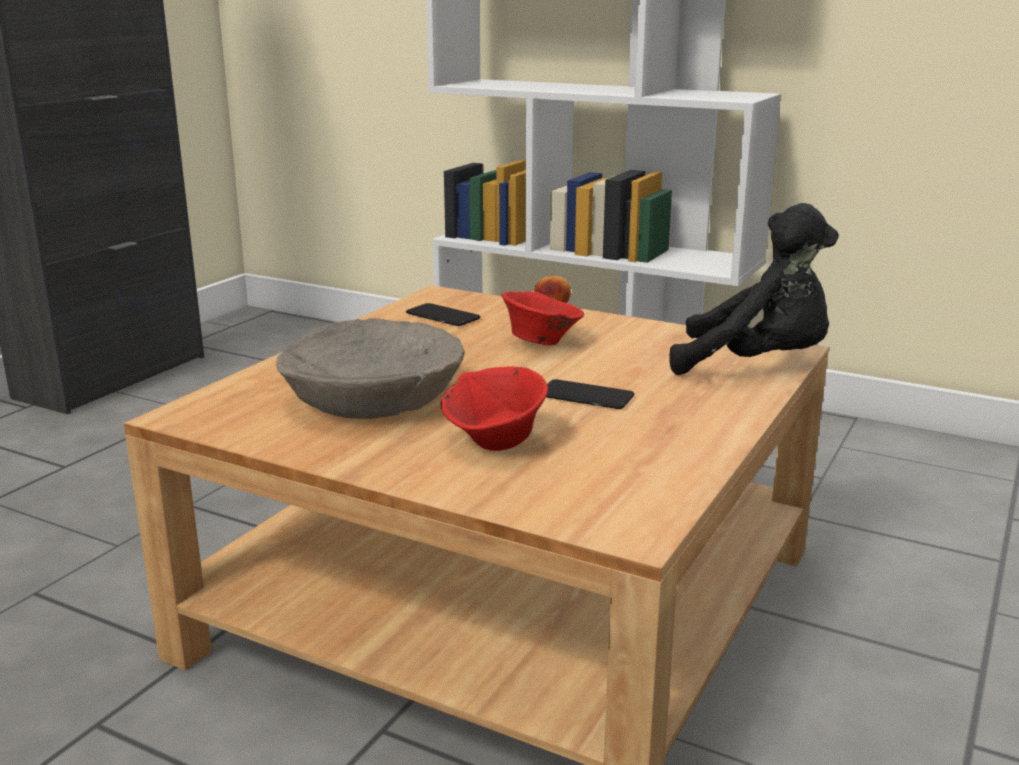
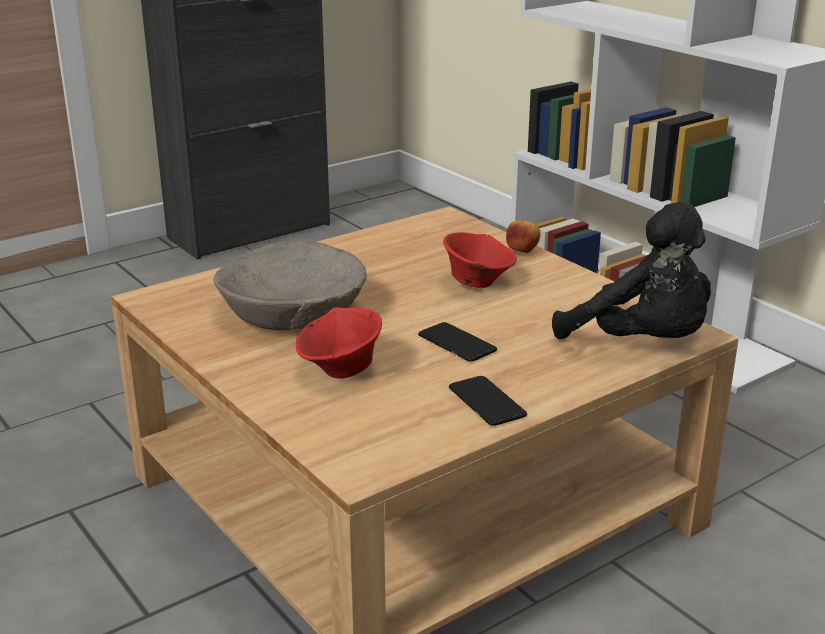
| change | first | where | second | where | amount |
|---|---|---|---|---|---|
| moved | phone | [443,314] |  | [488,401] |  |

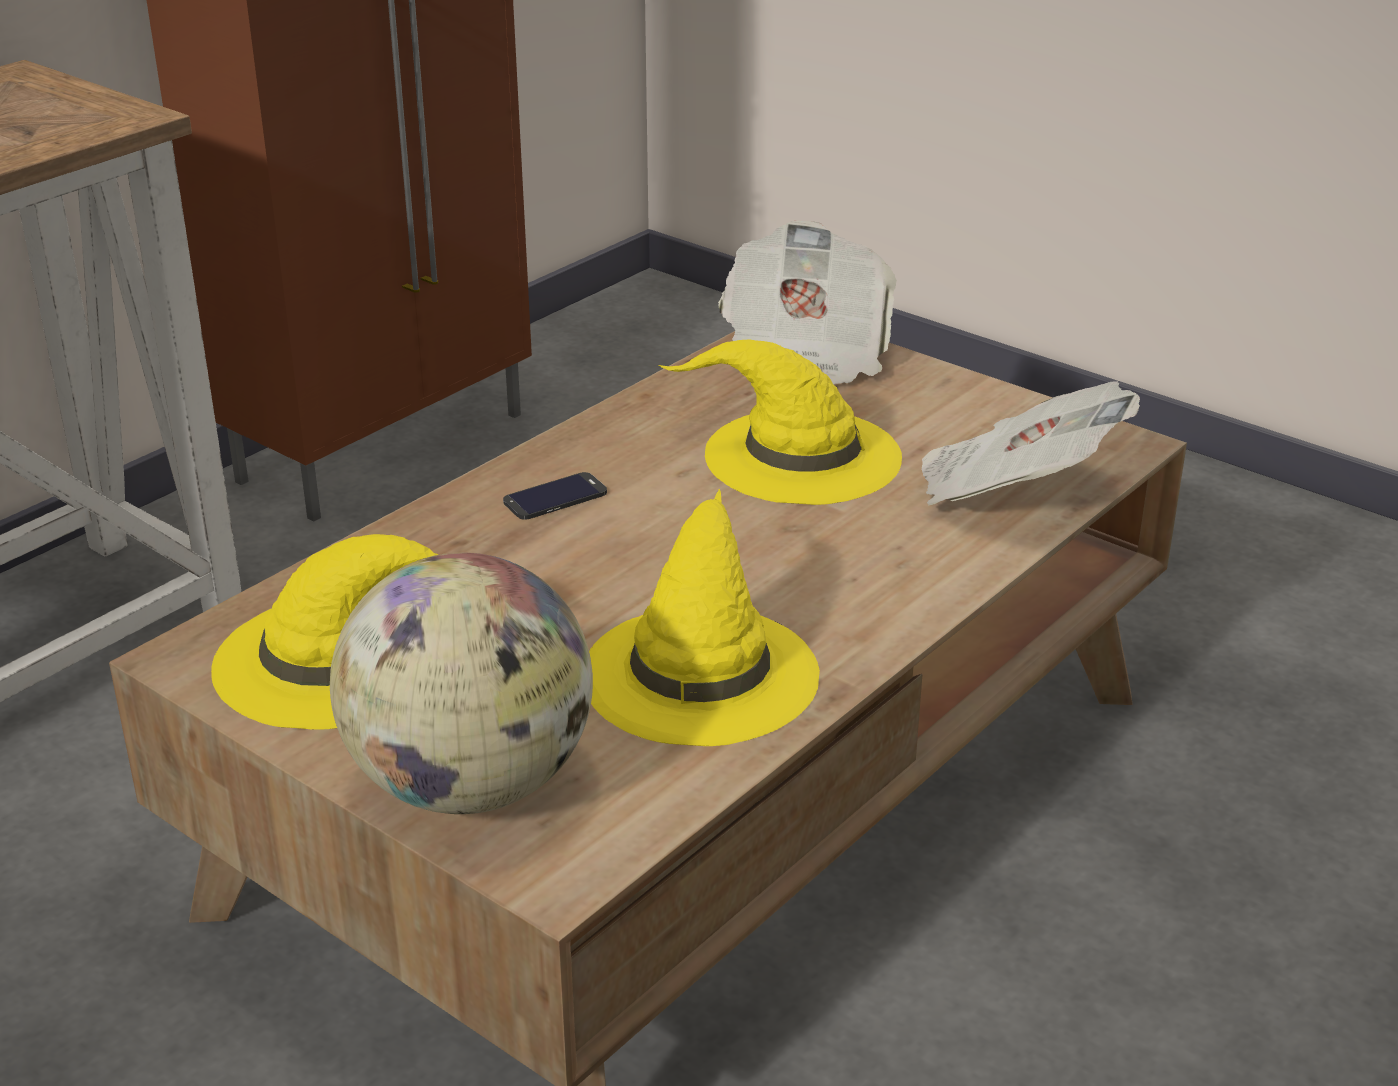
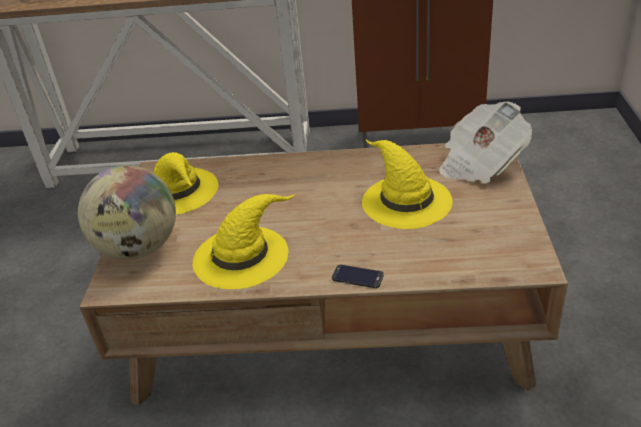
| change | first | where | second | where | amount |
|---|---|---|---|---|---|
| removed | newspaper | [1031,443] |  |  |  |
| moved | phone | [555,496] |  | [358,276] |  |

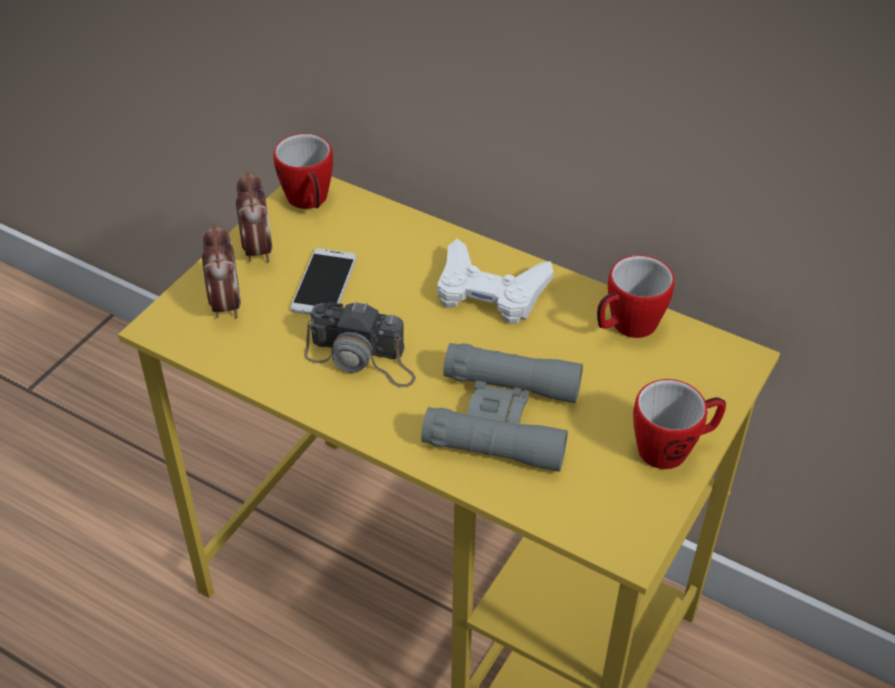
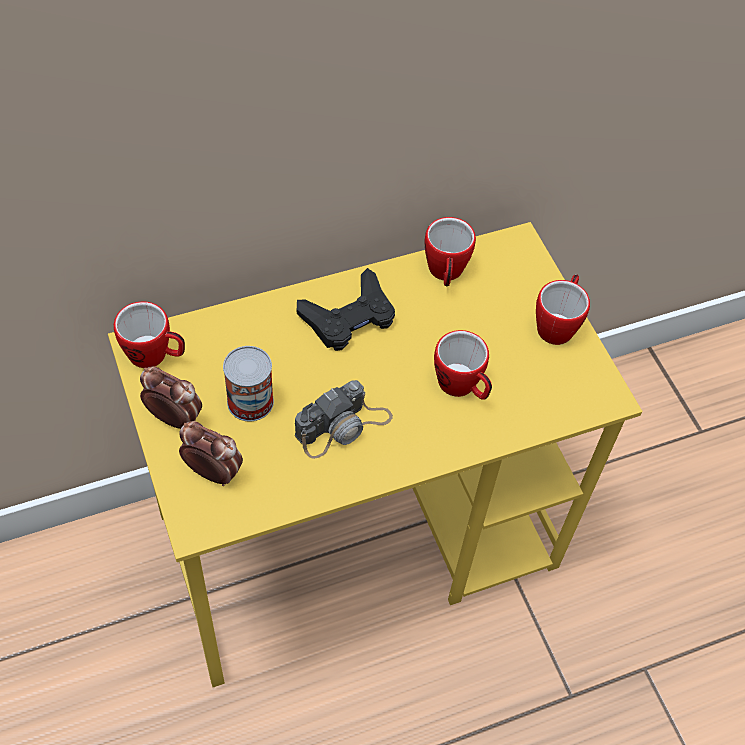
| change | first | where | second | where | amount |
|---|---|---|---|---|---|
| recoloured | white_game_controller | [496,281] | black_game_controller | [346,309] |  |
| replaced | phone | [323,281] | can | [248,384] |  |
| replaced | grey_binoculars | [502,407] | mug | [463,365] |  |

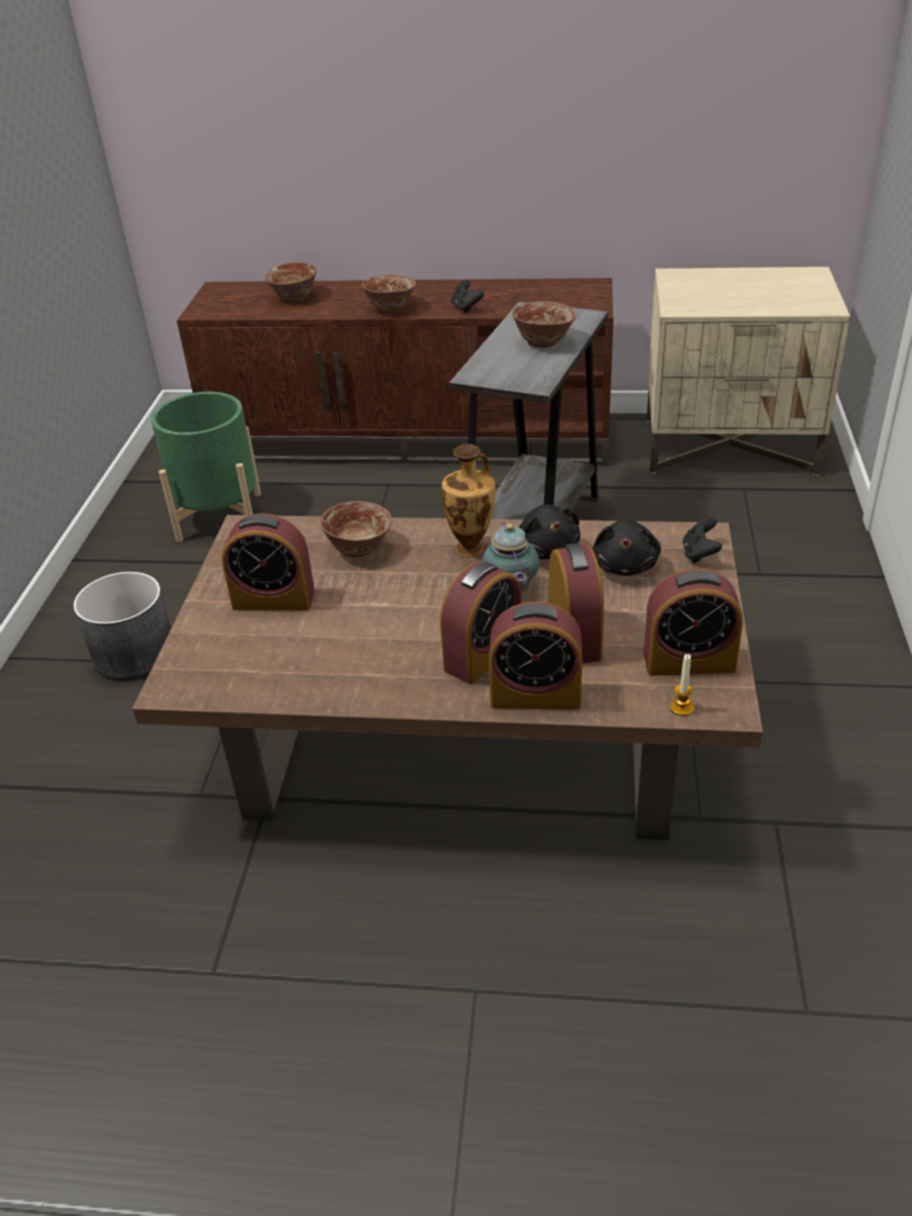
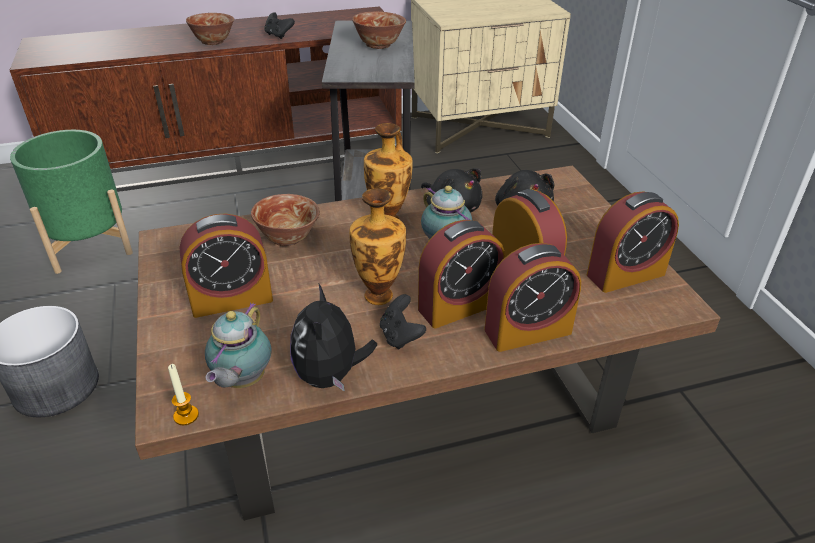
| change | first | where | second | where | amount |
|---|---|---|---|---|---|
| removed | bowl | [290,282] |  |  |  |
| moved | black_game_controller | [702,540] |  | [403,322] |  |
| turned | alarm_clock | [481,623] |  | [461,274] | 45 degrees clockwise |
| moved | candle | [682,685] |  | [183,394] |  |
| added |  |  | vase | [377,246] |  |
| added |  |  | plush_toy | [333,337] |  |
| added |  |  | teapot | [238,345] |  |

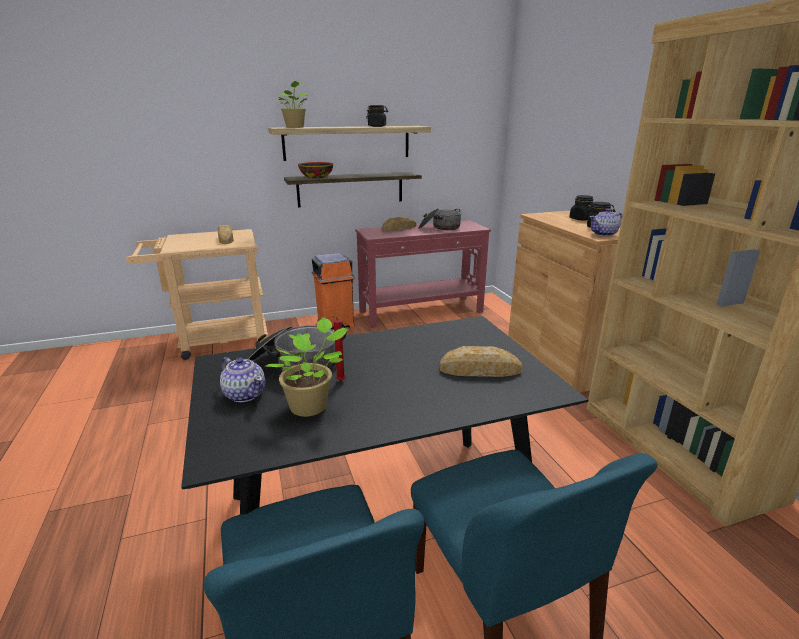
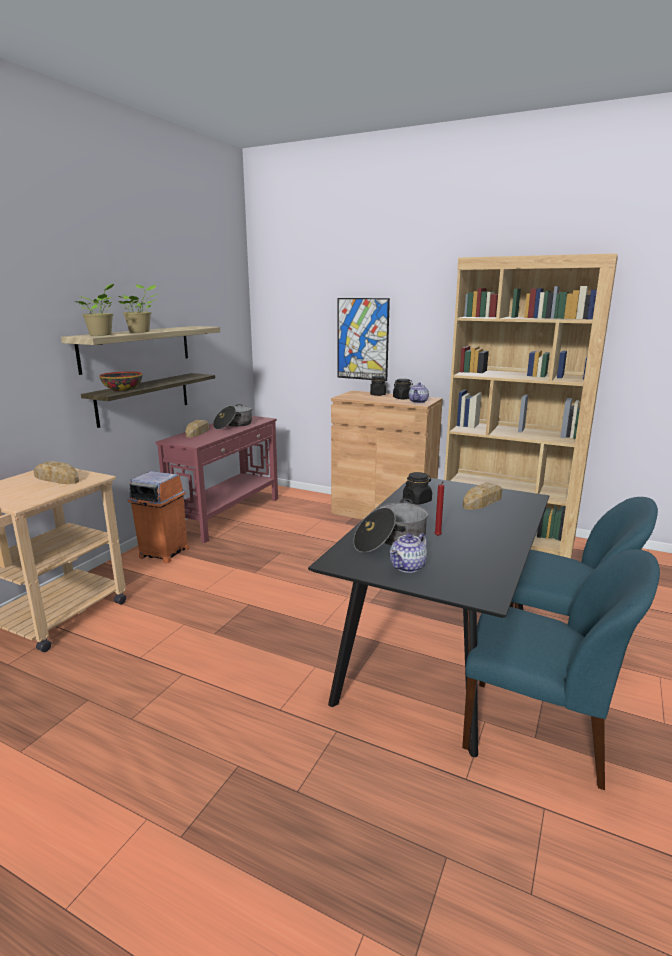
| change | first | where | second | where | amount |
|---|---|---|---|---|---|
| moved | black_jar | [377,116] |  | [417,488] |  |
| moved | potted_plant | [306,367] |  | [138,308] |  |
| turned | teapot | [242,379] |  | [408,553] | 135 degrees clockwise |
| added |  |  | picture | [363,339] |  |

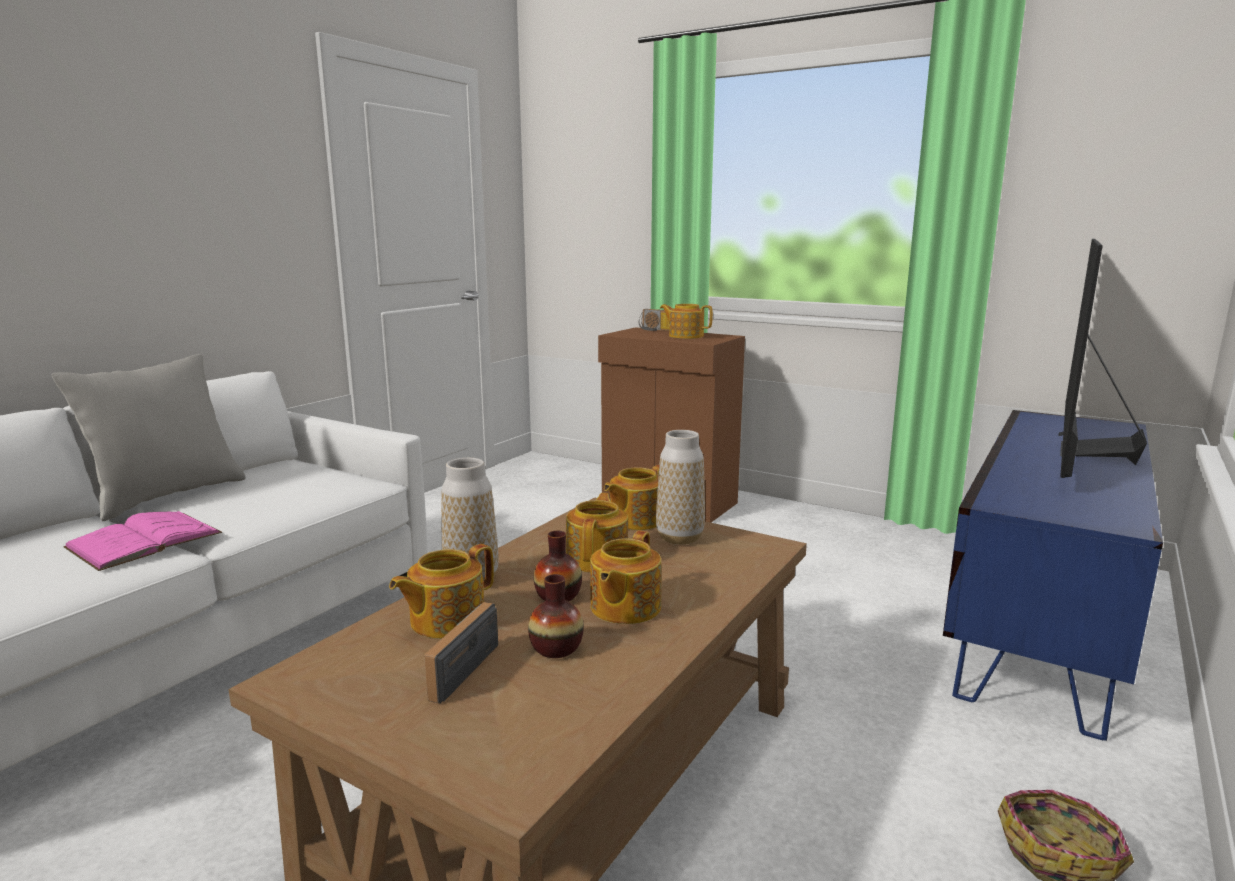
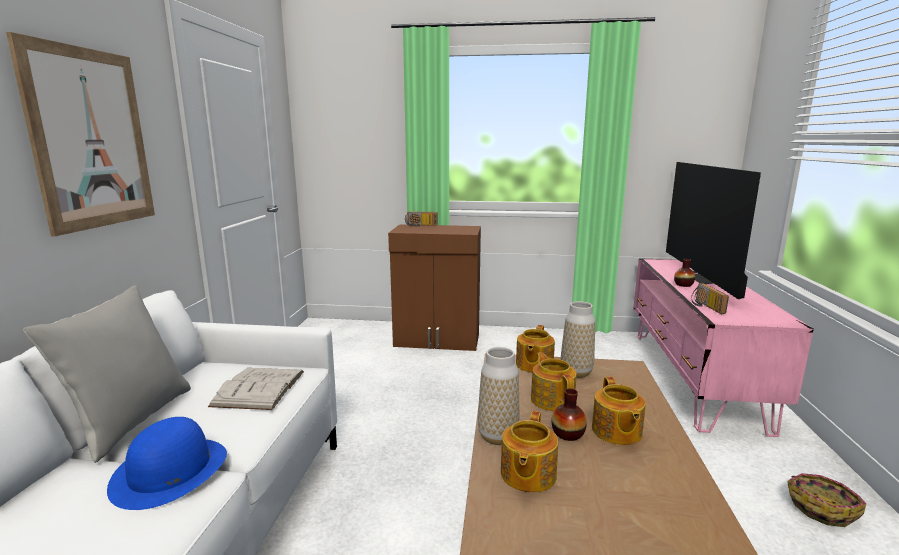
| change | first | where | second | where | amount |
|---|---|---|---|---|---|
| removed | teapot | [686,321] |  |  |  |
| recoloured | blue_tv_stand | [1053,575] | pink_tv_stand | [723,347] |  |
| replaced | pink_book | [142,541] | blue_hat | [167,463] |  |
| moved | vase | [556,616] |  | [684,273] |  |
| moved | radio | [461,653] |  | [710,298] |  |
| added |  |  | picture | [80,134] |  |
| added |  |  | white_book | [256,389] |  |

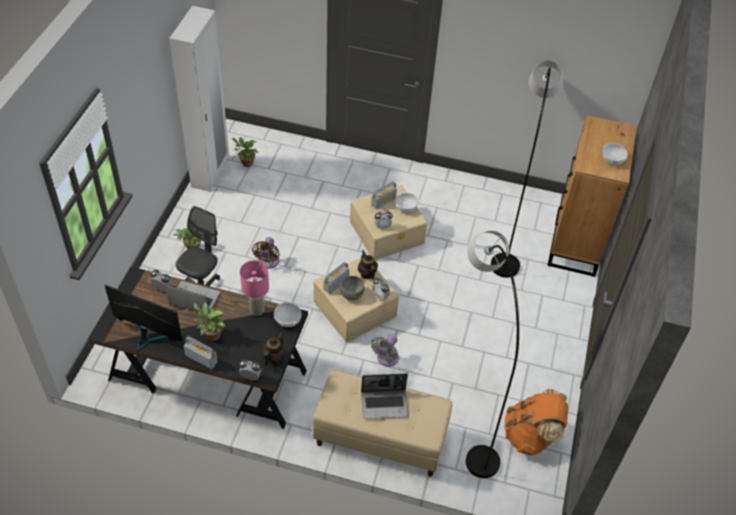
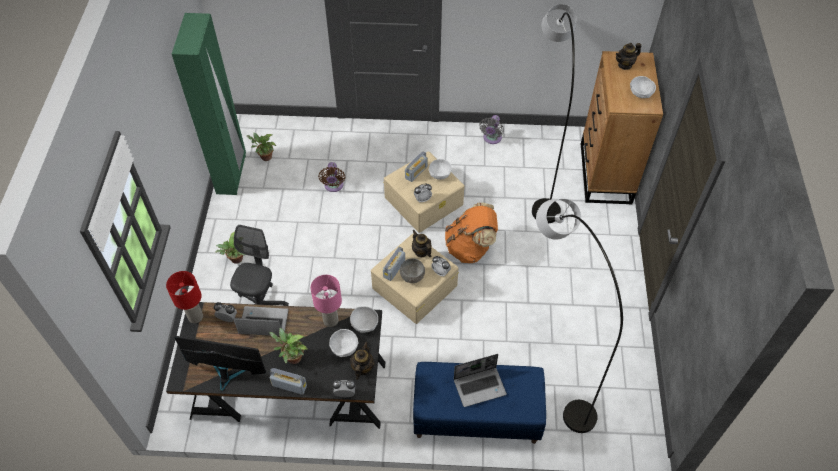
| change | first | where | second | where | amount |
|---|---|---|---|---|---|
| recoloured | white_wardrobe | [199,99] | green_wardrobe | [209,104] |  |
| moved | brown_fan | [266,253] |  | [331,177] |  |
| moved | grey_fan | [385,350] |  | [492,129] |  |
| recoloured | beige_bench | [382,423] | blue_bench | [479,403] |  |
| moved | orange_backpack | [536,422] |  | [471,232] |  |
| added |  |  | teapot | [628,56] |  |
| added |  |  | red_table_lamp | [184,297] |  |
| added |  |  | white_bowl | [344,343] |  |

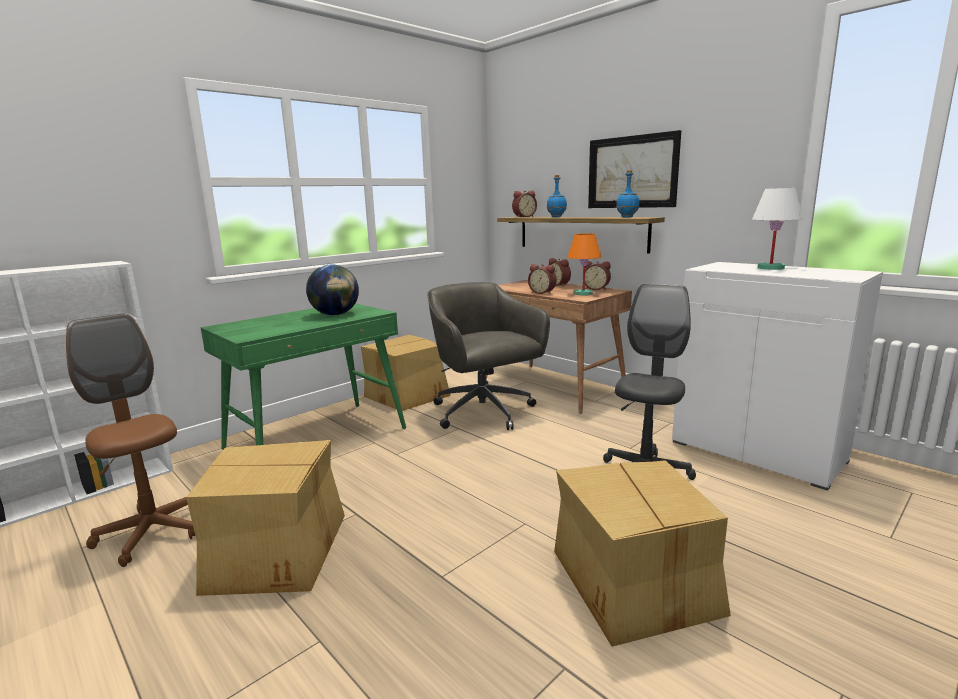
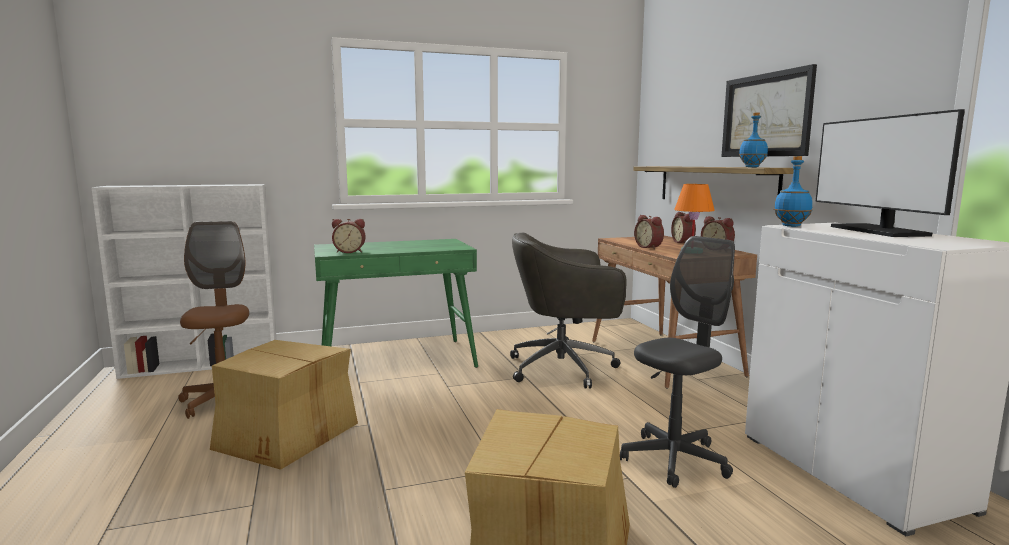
| change | first | where | second | where | amount |
|---|---|---|---|---|---|
| moved | blue_bottle | [557,196] |  | [793,191] |  |
| replaced | white_table_lamp | [777,229] | monitor | [890,173] |  |
| moved | alarm_clock | [524,204] |  | [349,236] |  |
| removed | globe | [332,290] |  |  |  |
| turned | grey_office_chair | [488,356] |  | [568,310] | 90 degrees counterclockwise |
| removed | cardboard_box | [406,372] |  |  |  |

